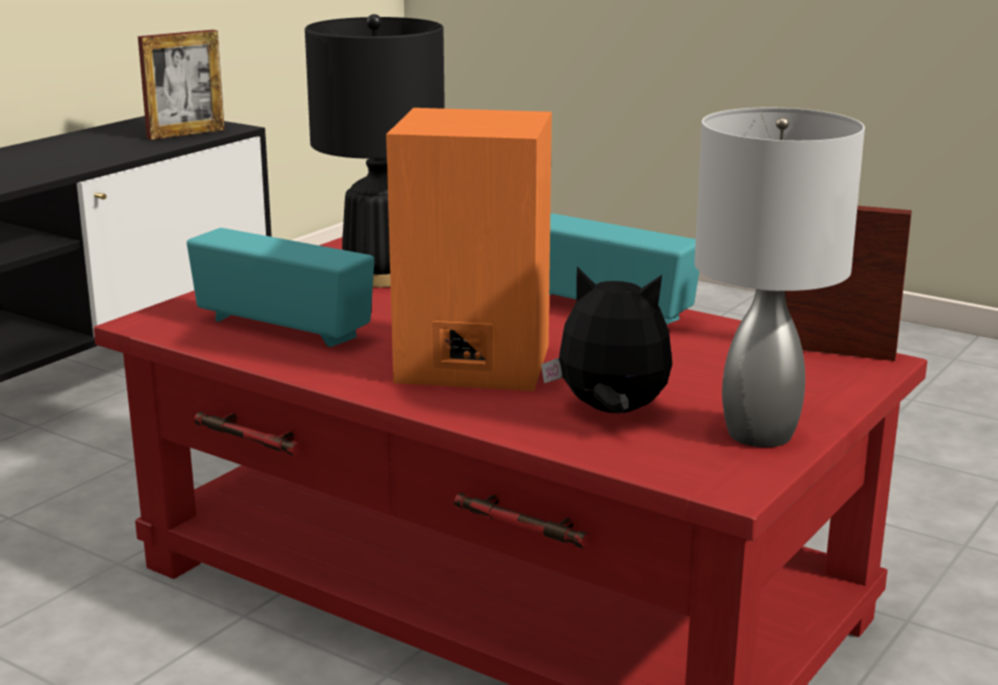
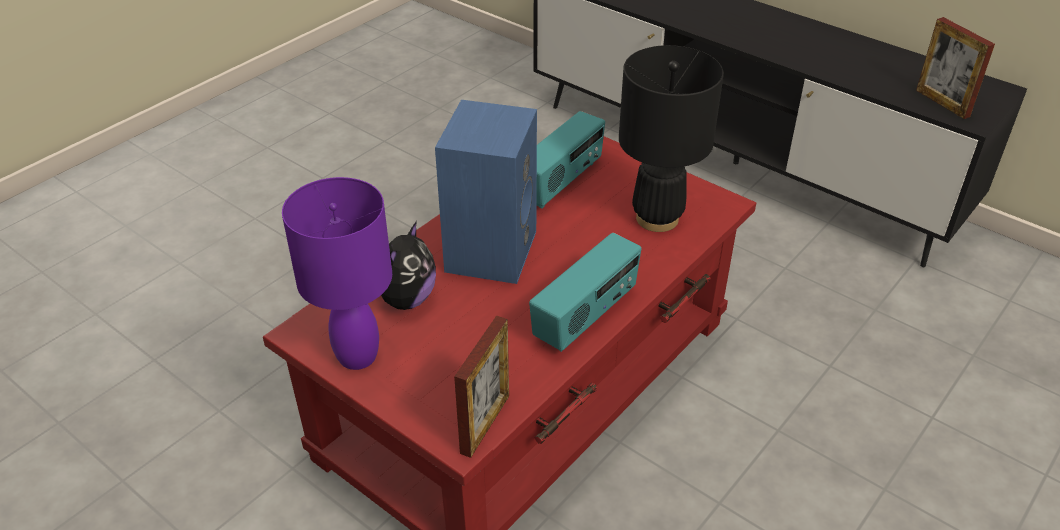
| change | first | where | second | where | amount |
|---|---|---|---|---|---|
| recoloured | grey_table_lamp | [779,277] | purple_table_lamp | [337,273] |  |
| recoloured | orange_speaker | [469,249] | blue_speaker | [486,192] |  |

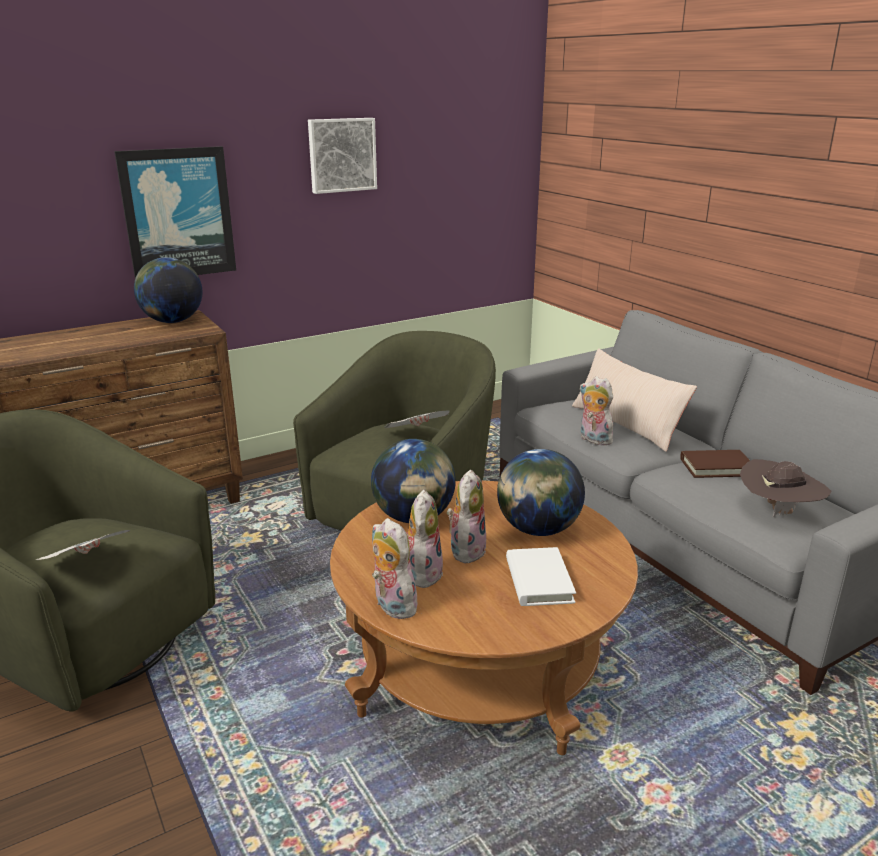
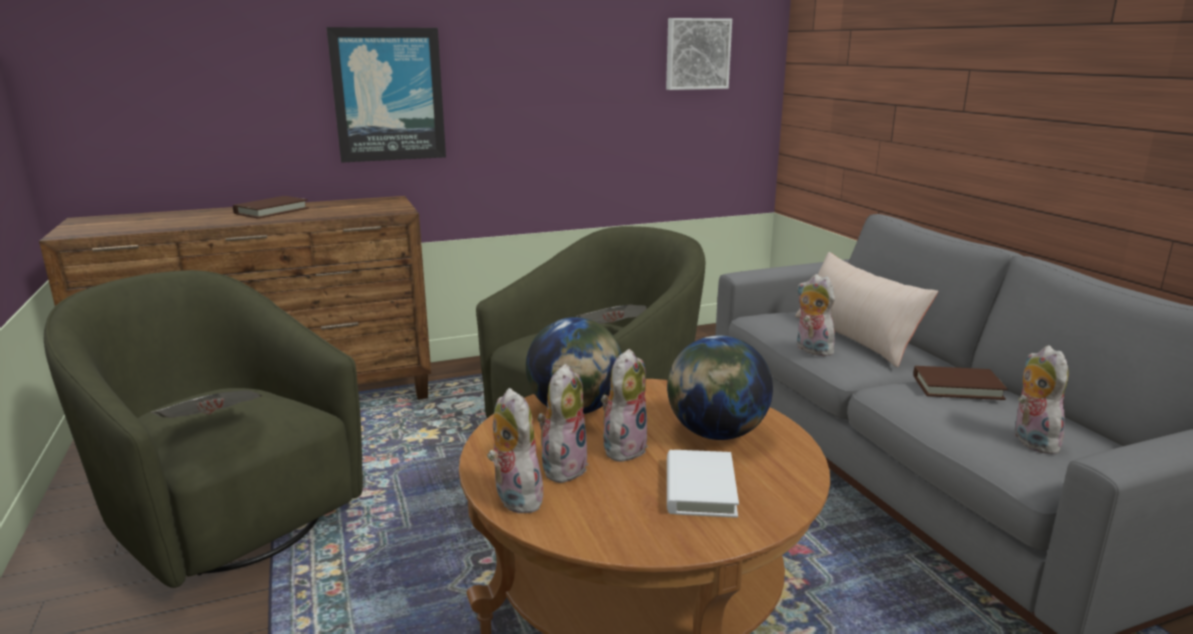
| change | first | where | second | where | amount |
|---|---|---|---|---|---|
| moved | picture | [342,156] |  | [699,54] |  |
| removed | globe | [168,290] |  |  |  |
| replaced | brown_hat | [785,488] | plush_toy | [1041,399] |  |
| added |  |  | brown_book | [271,207] |  |

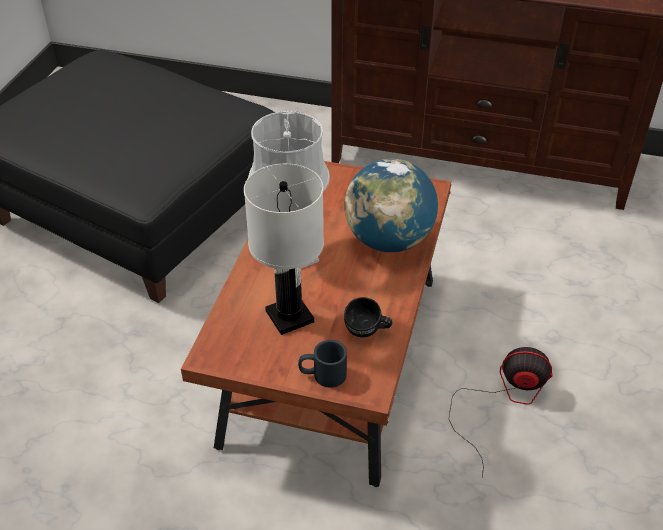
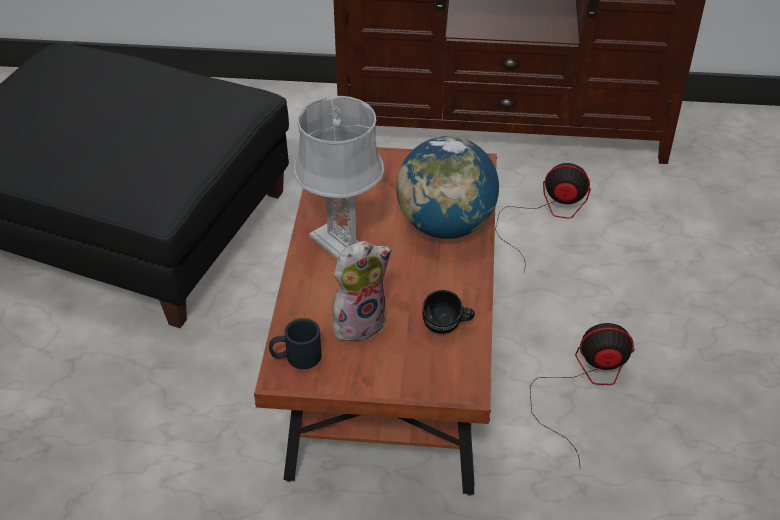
| change | first | where | second | where | amount |
|---|---|---|---|---|---|
| replaced | white_table_lamp | [284,249] | plush_toy | [361,293] |  |
| moved | black_mug | [322,364] |  | [295,343] |  |
| added |  |  | fan | [543,217] |  |

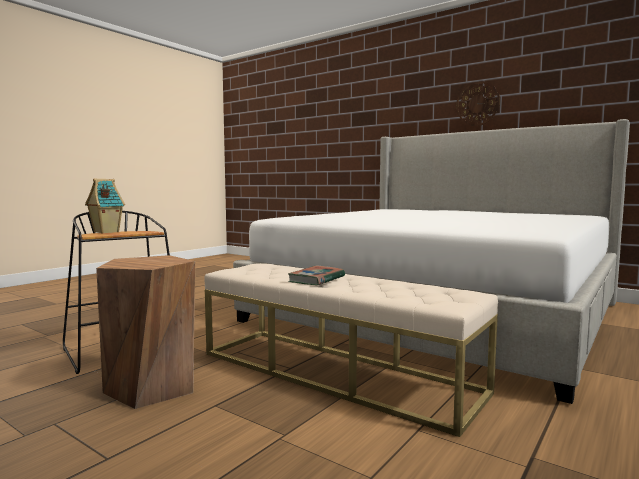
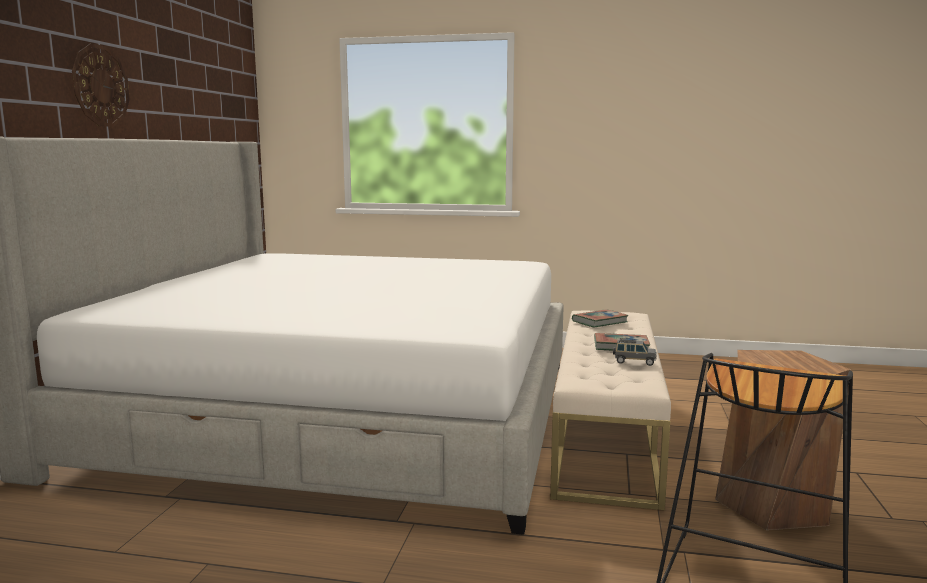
| change | first | where | second | where | amount |
|---|---|---|---|---|---|
| removed | toy_house | [105,206] |  |  |  |
| added |  |  | book | [600,318] |  |
| added |  |  | grey_toy_car | [635,352] |  |

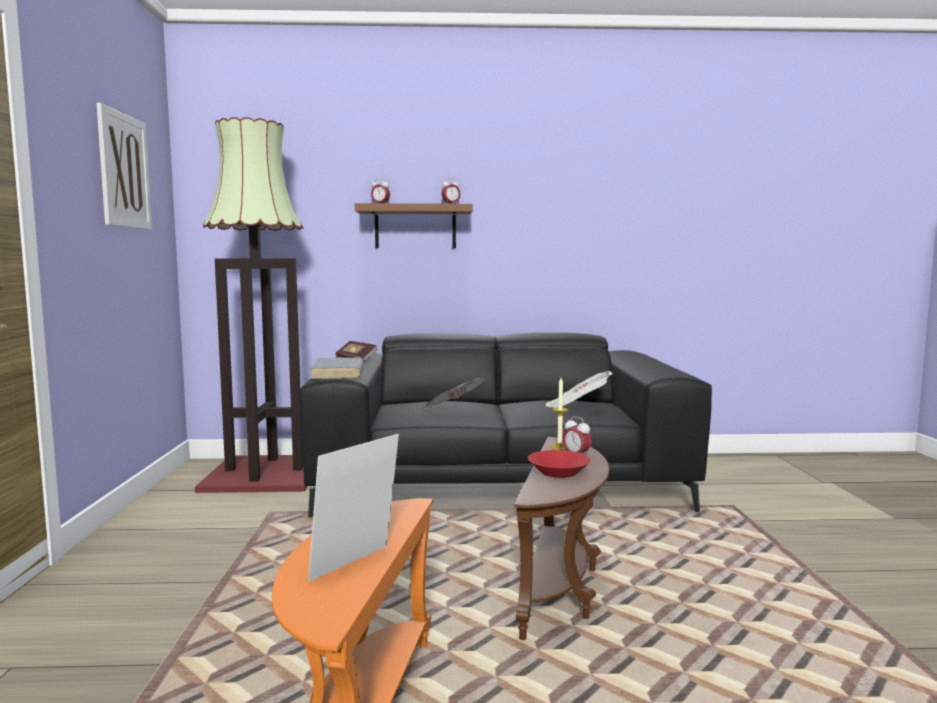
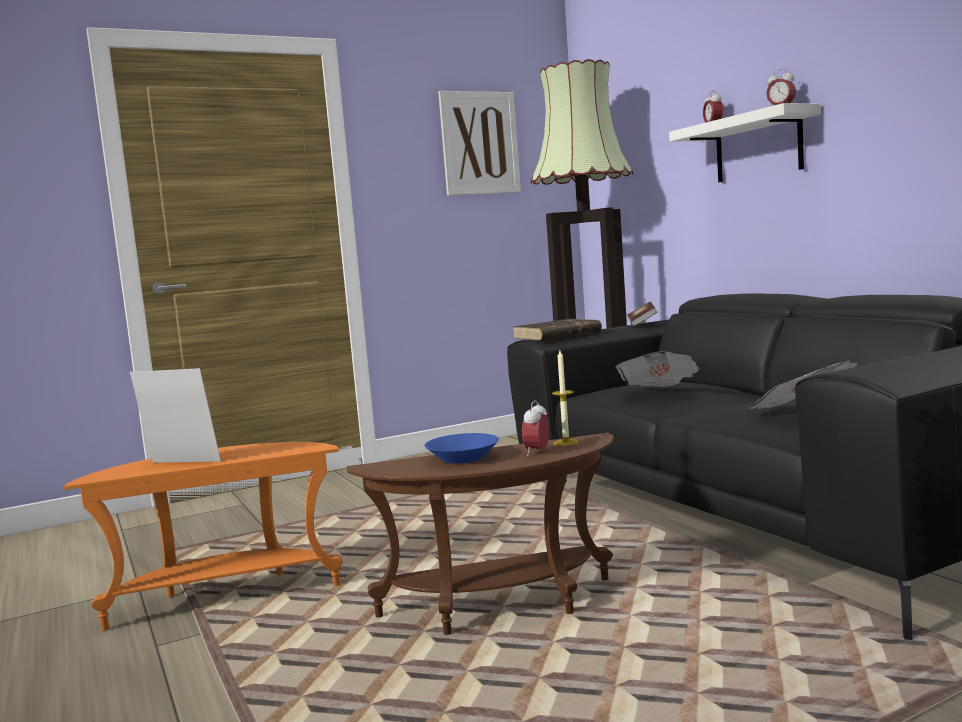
| change | first | where | second | where | amount |
|---|---|---|---|---|---|
| recoloured | brown_shelf | [414,225] | white_shelf | [745,142] |  |
| recoloured | grey_book | [337,368] | brown_book | [557,329] |  |
| recoloured | red_bowl | [559,464] | blue_bowl | [461,448] |  |

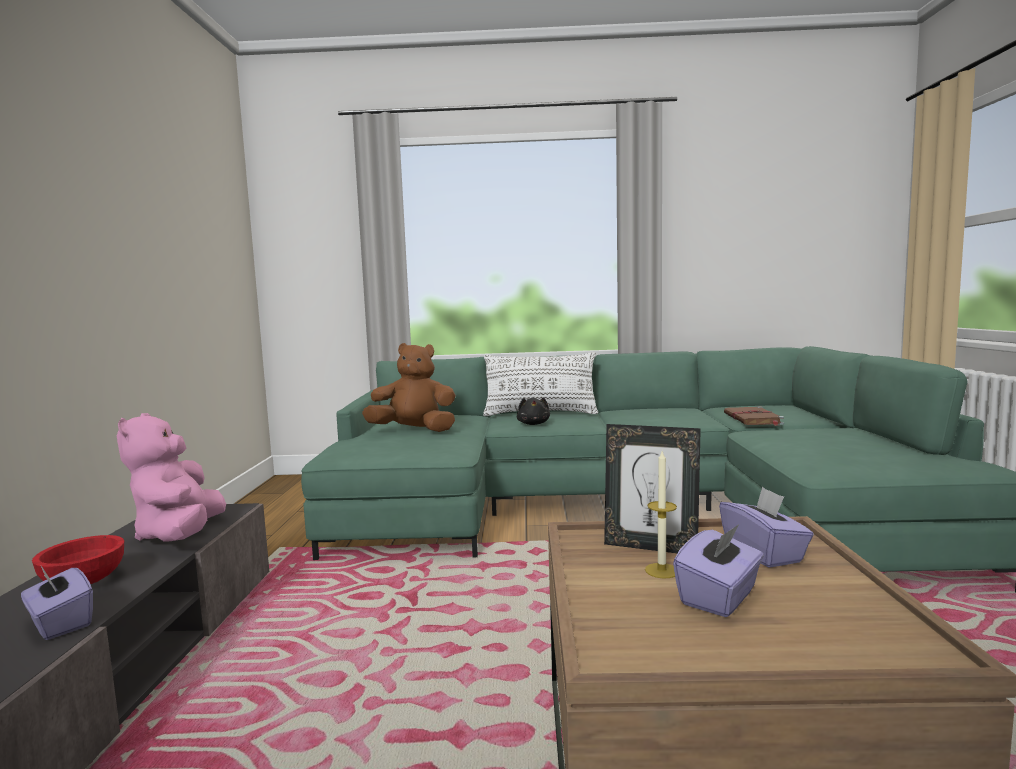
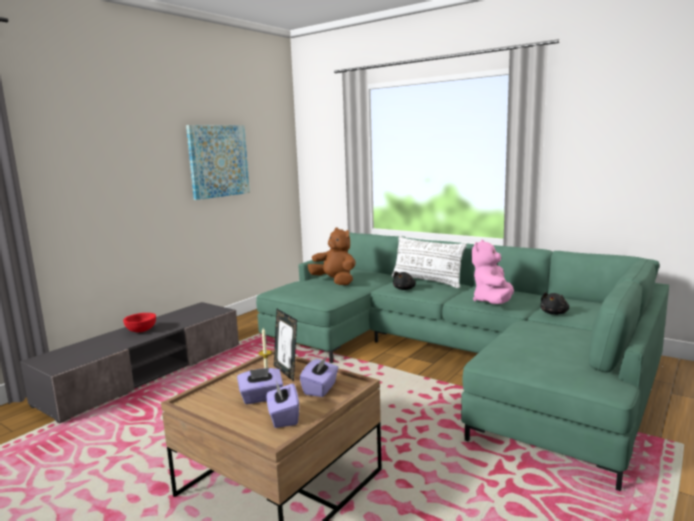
| change | first | where | second | where | amount |
|---|---|---|---|---|---|
| replaced | brown_book | [754,416] | black_plush_toy | [554,303] |  |
| moved | pink_plush_toy | [171,477] |  | [493,272] |  |
| moved | purple_tissue_box | [57,603] |  | [283,404] |  |
| added |  |  | picture | [218,162] |  |

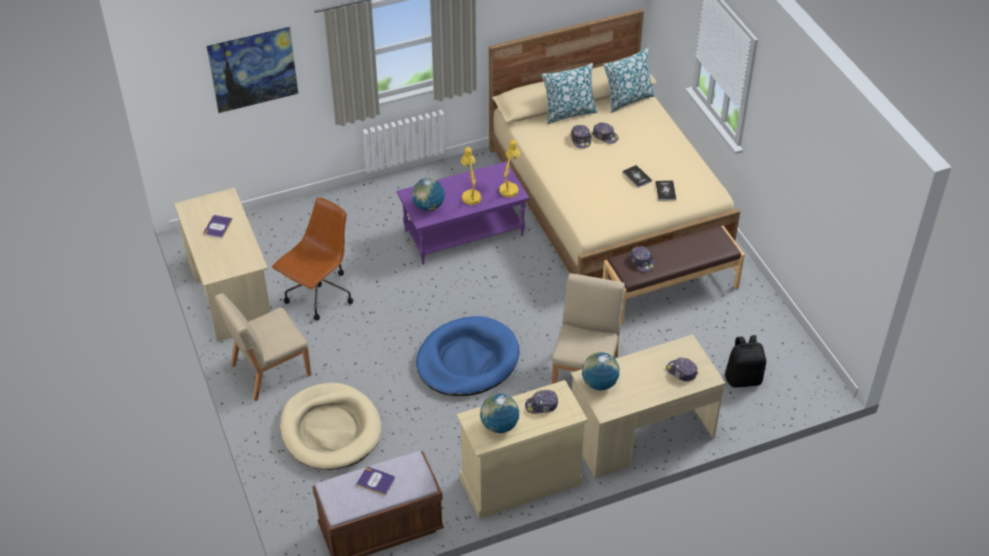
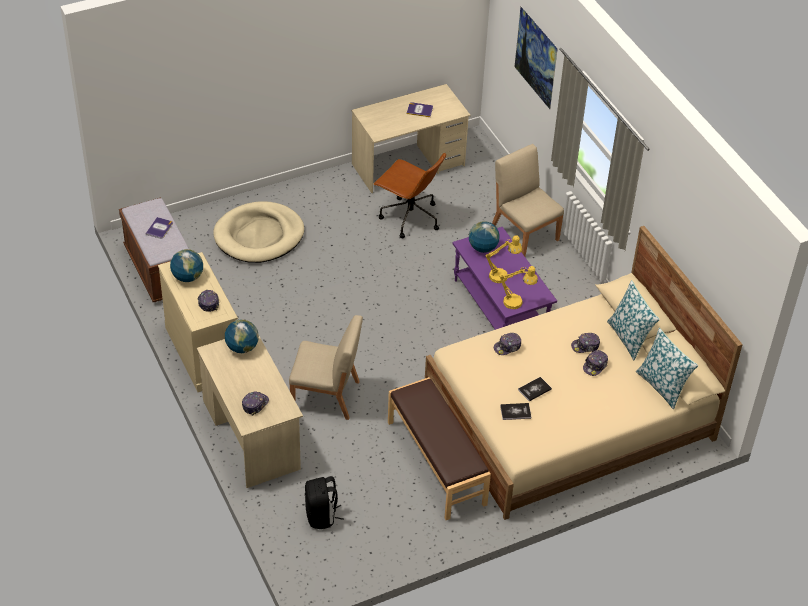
| change | first | where | second | where | amount |
|---|---|---|---|---|---|
| moved | cap | [642,259] |  | [507,344] |  |
| moved | beige_chair | [263,347] |  | [528,200] |  |
| removed | blue_dog_bed | [468,356] |  |  |  |

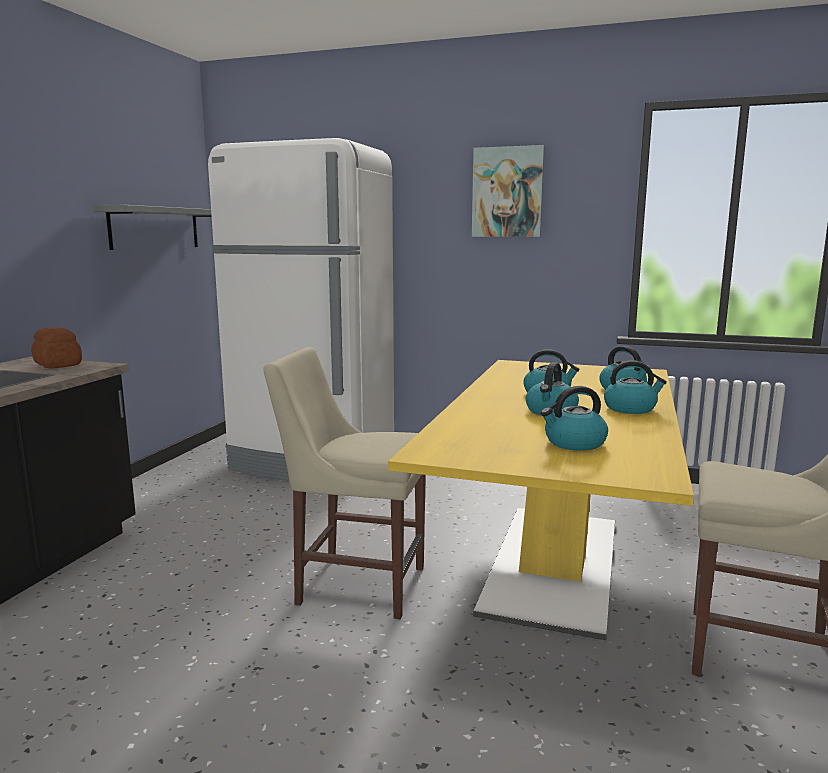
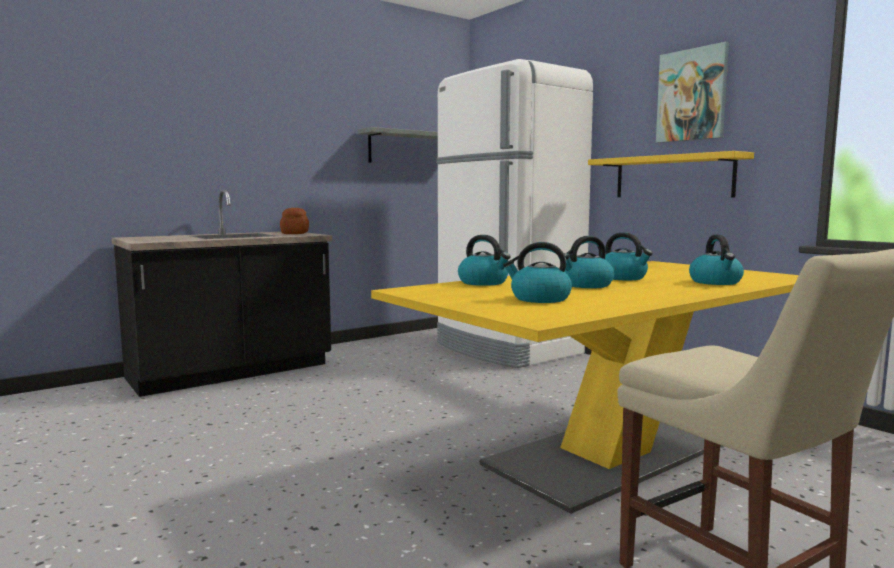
| change | first | where | second | where | amount |
|---|---|---|---|---|---|
| removed | beige_chair | [344,483] |  |  |  |
| moved | kettle | [635,387] |  | [484,260] |  |
| added |  |  | yellow_shelf | [671,174] |  |

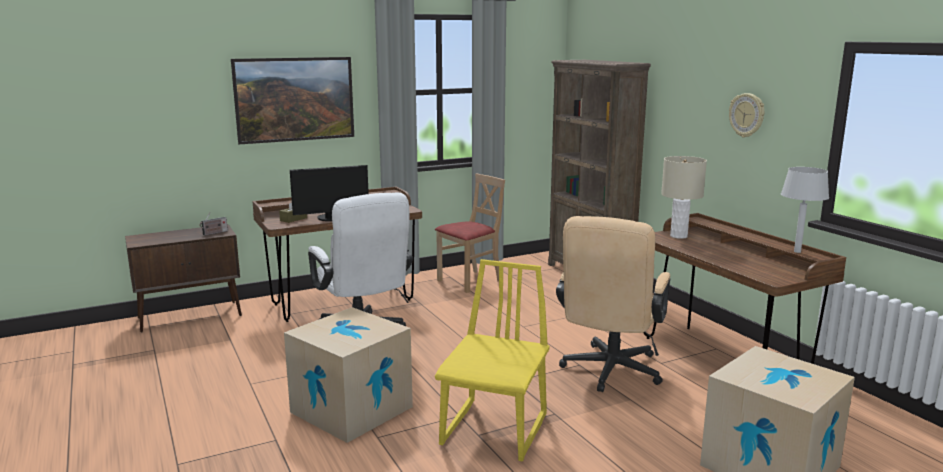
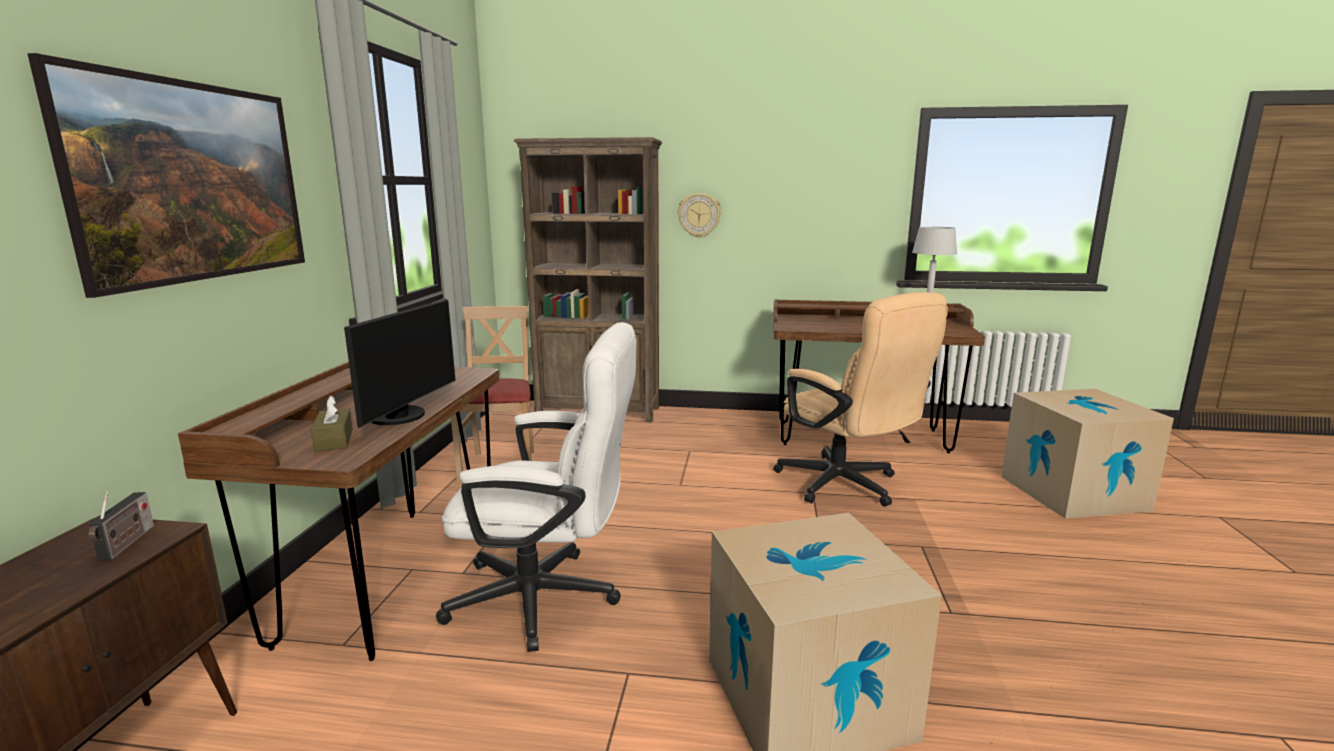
| change | first | where | second | where | amount |
|---|---|---|---|---|---|
| moved | wall_clock | [746,115] |  | [699,215] |  |
| removed | beige_table_lamp | [684,197] |  |  |  |
| removed | yellow_chair | [492,360] |  |  |  |

